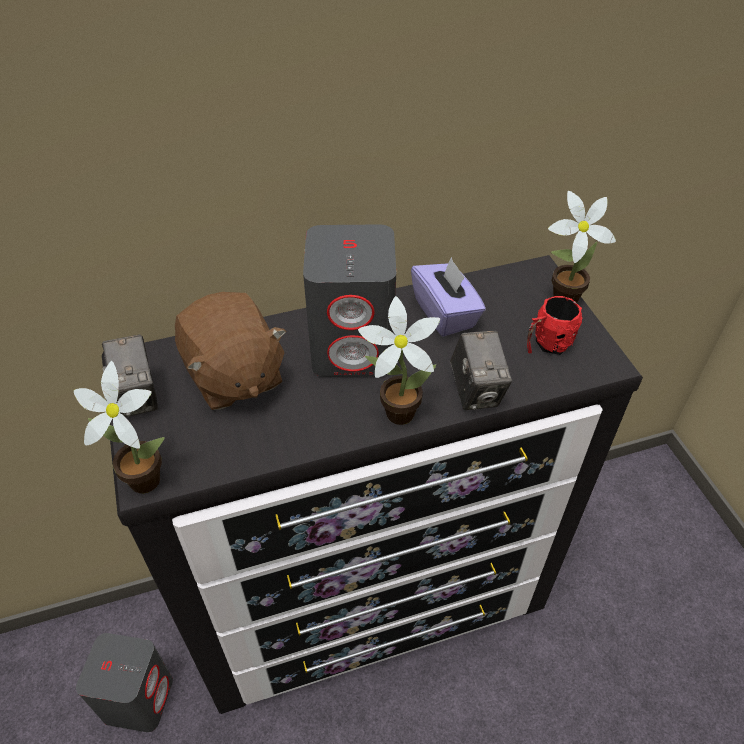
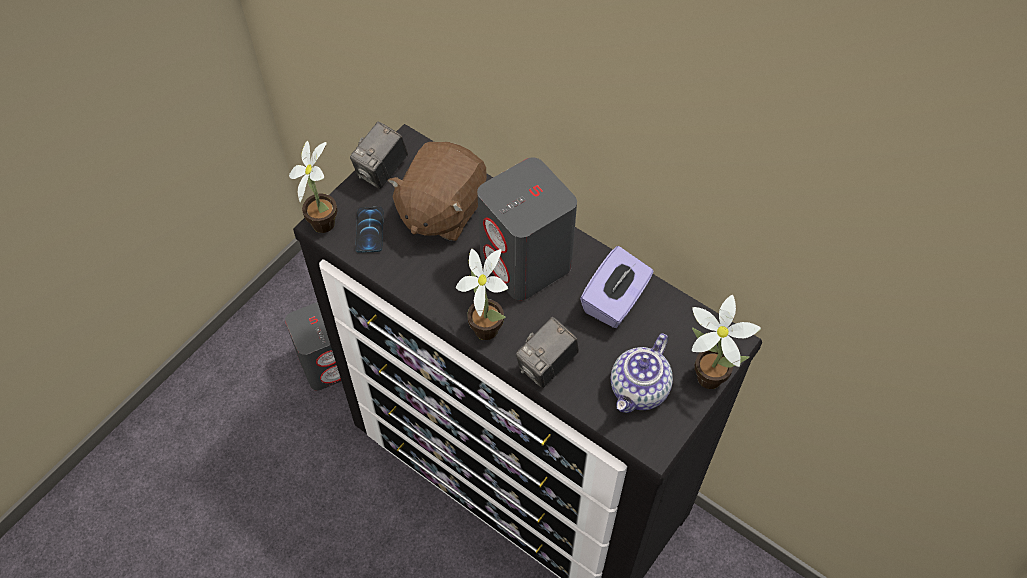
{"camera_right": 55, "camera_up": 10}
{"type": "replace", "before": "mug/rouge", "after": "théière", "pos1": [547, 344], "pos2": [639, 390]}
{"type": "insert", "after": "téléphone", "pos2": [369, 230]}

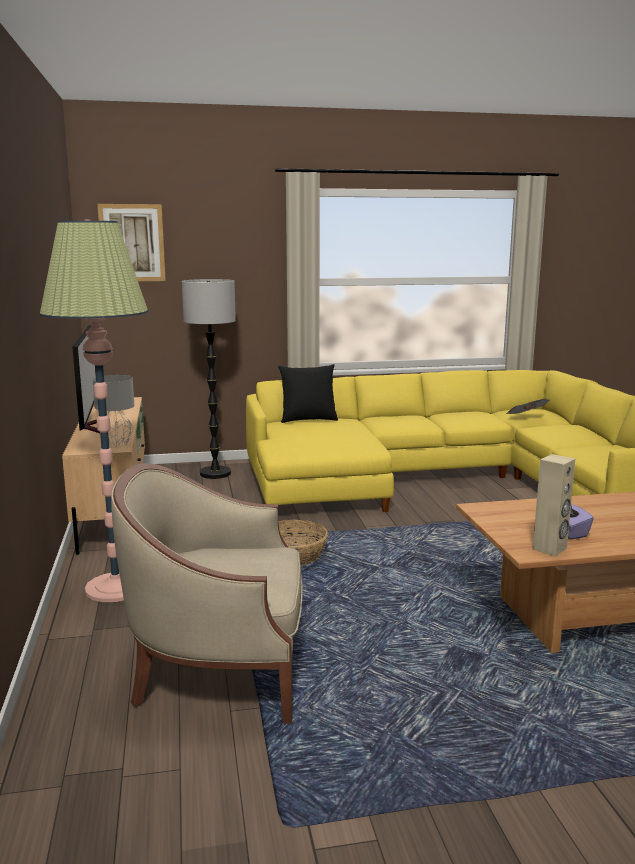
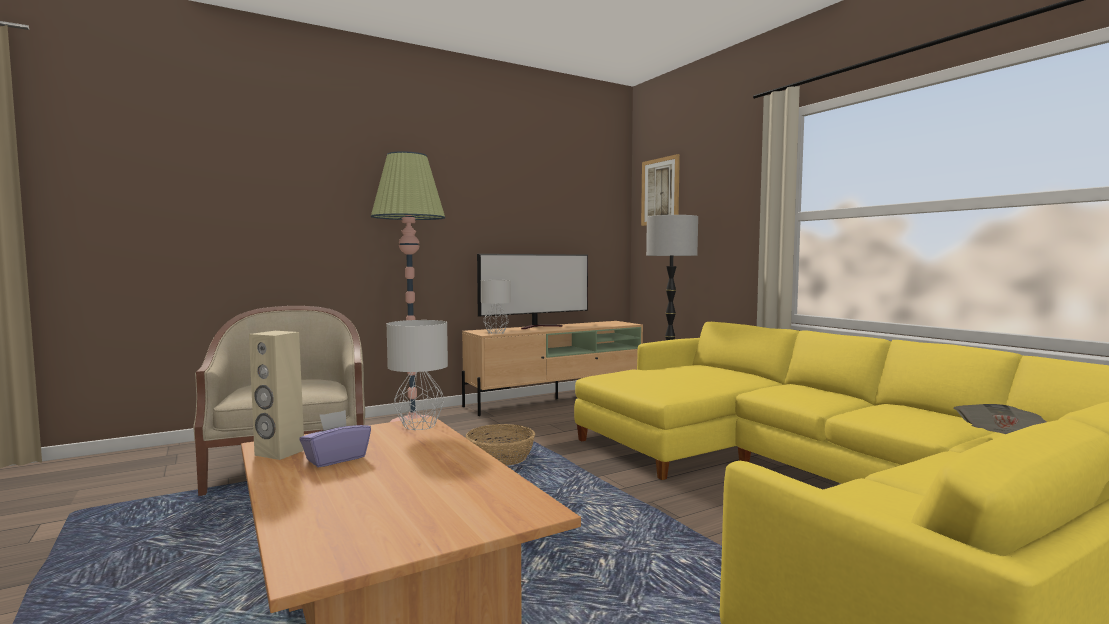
{"camera_right": 70, "camera_up": -10}
{"type": "delete", "before": "coussin/noir", "pos1": [308, 419]}
{"type": "insert", "after": "lampe de table/gris", "pos2": [420, 425]}

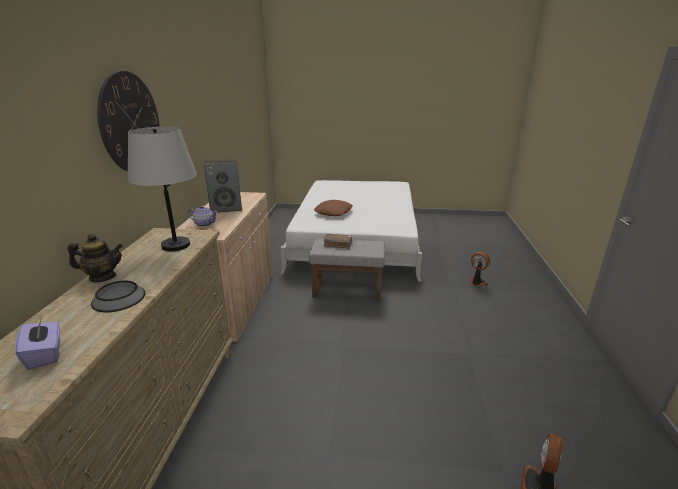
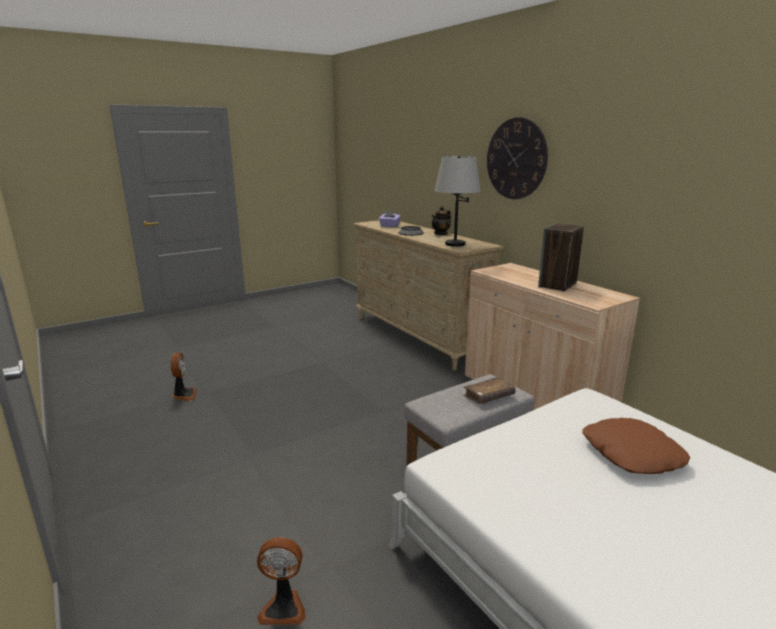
{"camera_right": 140, "camera_up": -5}
{"type": "delete", "before": "théière", "pos1": [204, 224]}

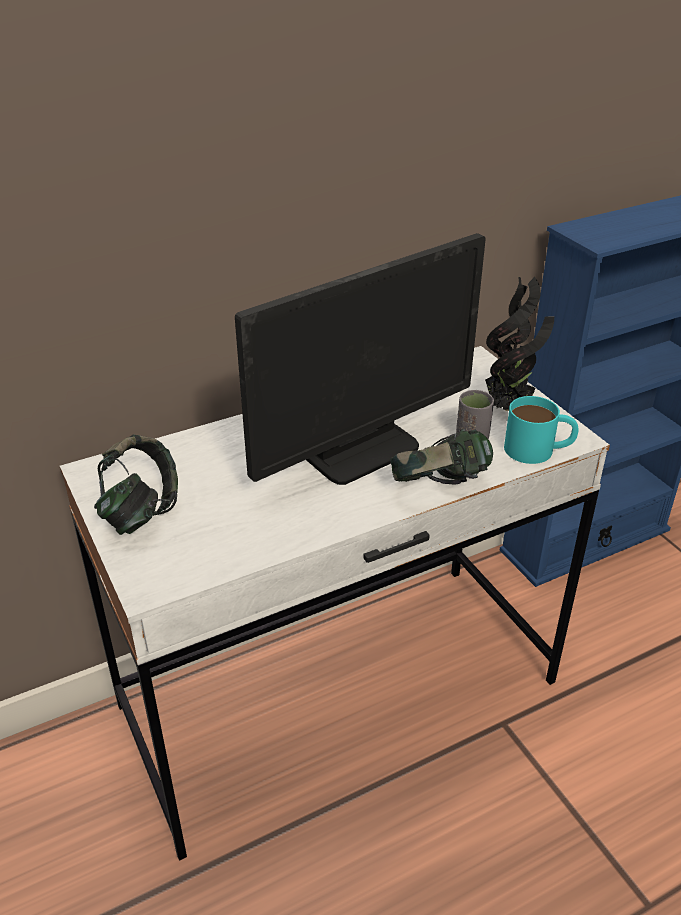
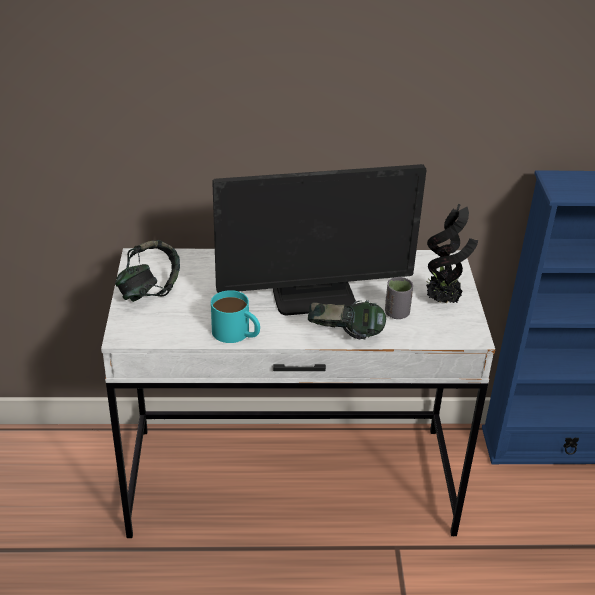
{"camera_right": 25, "camera_up": 0}
{"type": "move", "before": "mug/turquoise", "pos1": [538, 450], "pos2": [237, 334]}

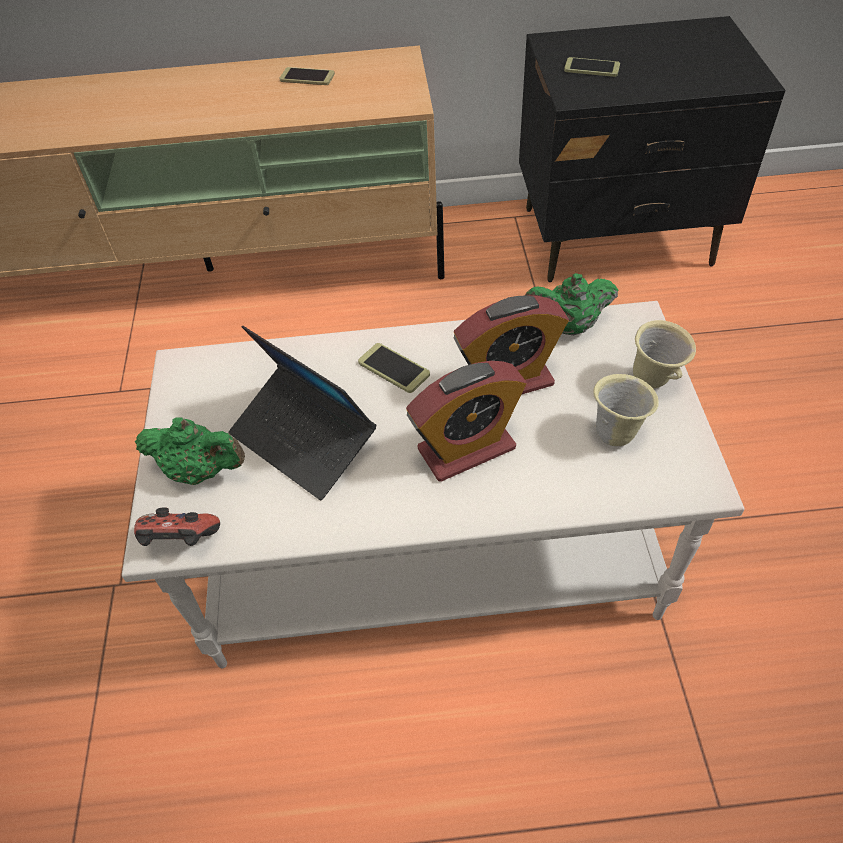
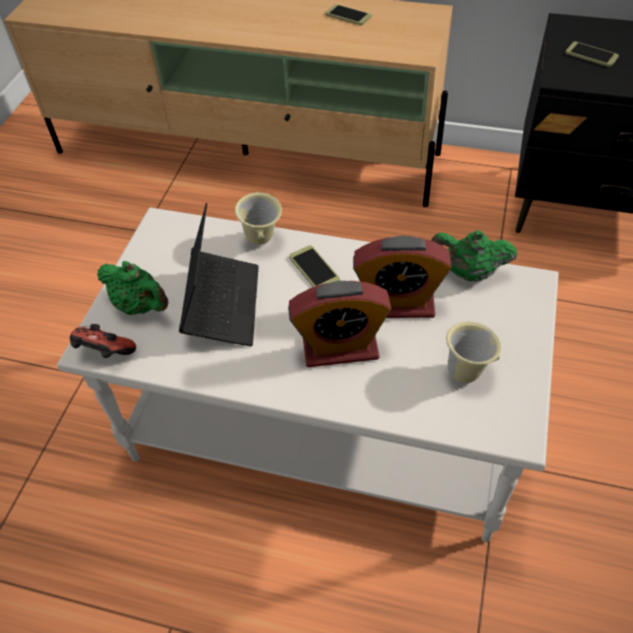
{"camera_right": 20, "camera_up": 0}
{"type": "move", "before": "mug/beige", "pos1": [654, 381], "pos2": [262, 240]}
{"type": "rotate", "before": "ordinateur portable", "pos1": [303, 440], "pos2": [222, 305], "turn": -150}

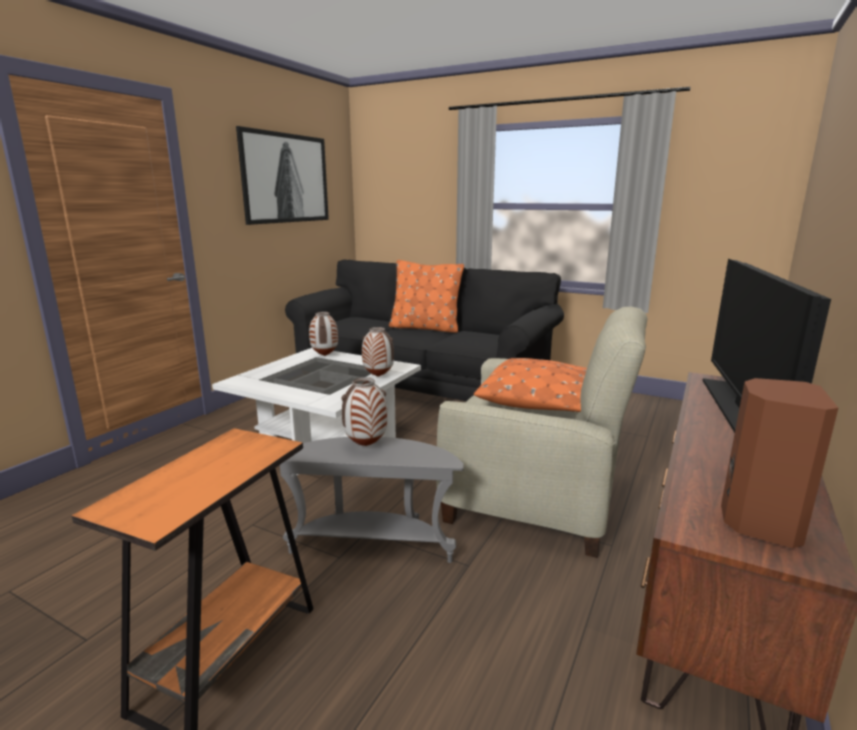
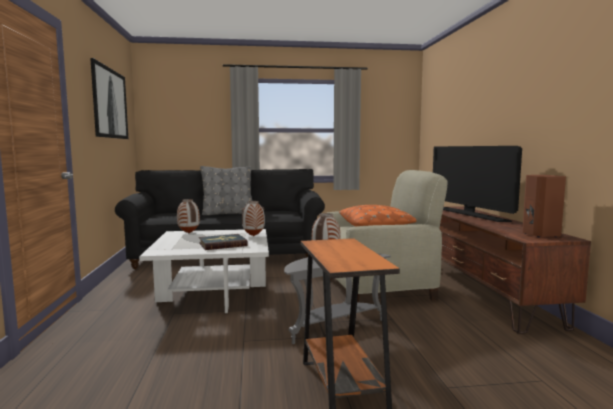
{"camera_right": -35, "camera_up": -10}
{"type": "recolor", "before": "coussin/orange", "after": "coussin/gris", "pos1": [425, 328], "pos2": [228, 213]}
{"type": "insert", "after": "livre", "pos2": [222, 244]}

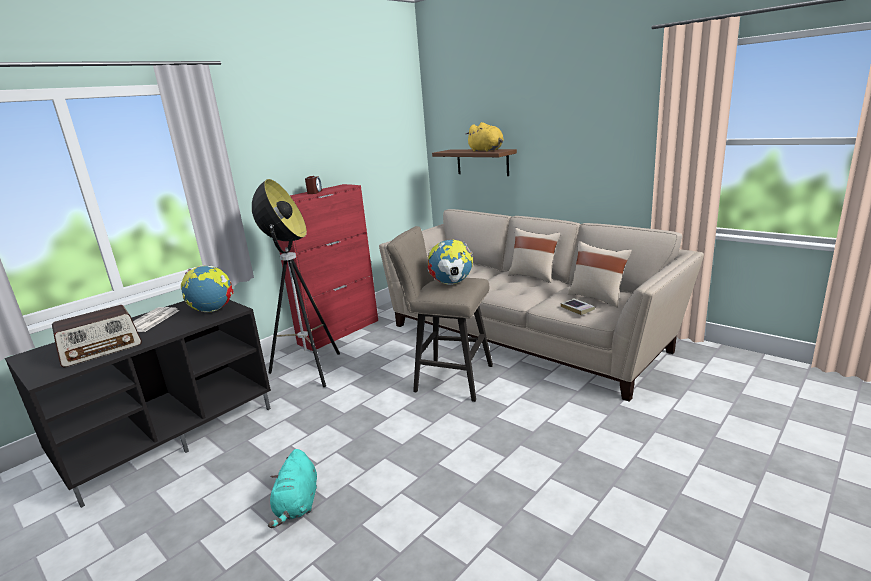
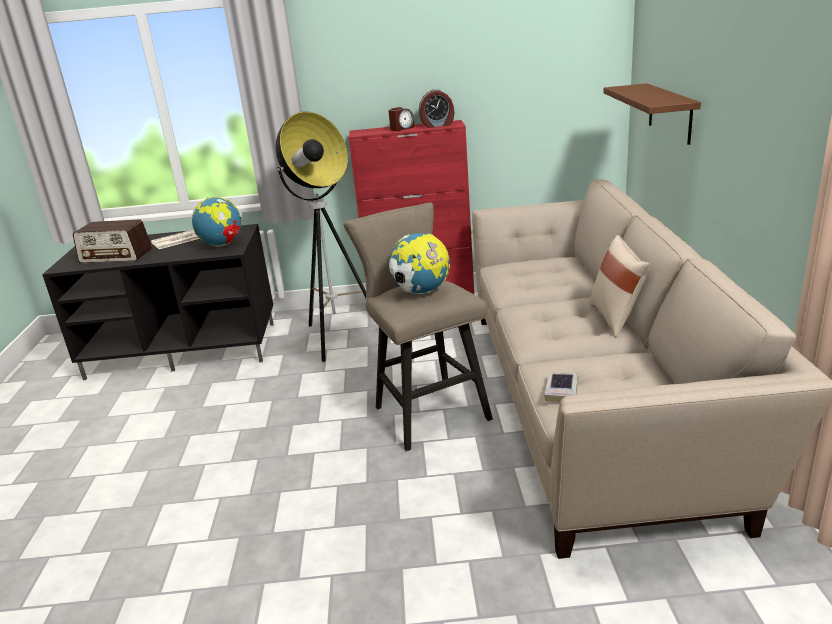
{"camera_right": 45, "camera_up": 5}
{"type": "delete", "before": "peluche/jaune", "pos1": [487, 150]}
{"type": "delete", "before": "coussin/beige", "pos1": [597, 298]}
{"type": "delete", "before": "peluche/turquoise", "pos1": [297, 505]}
{"type": "insert", "after": "réveil", "pos2": [437, 125]}

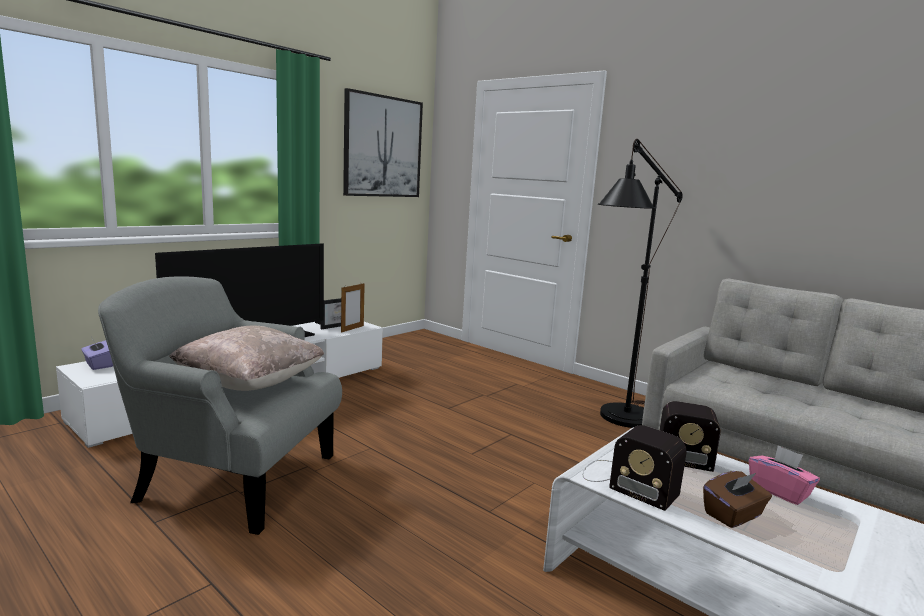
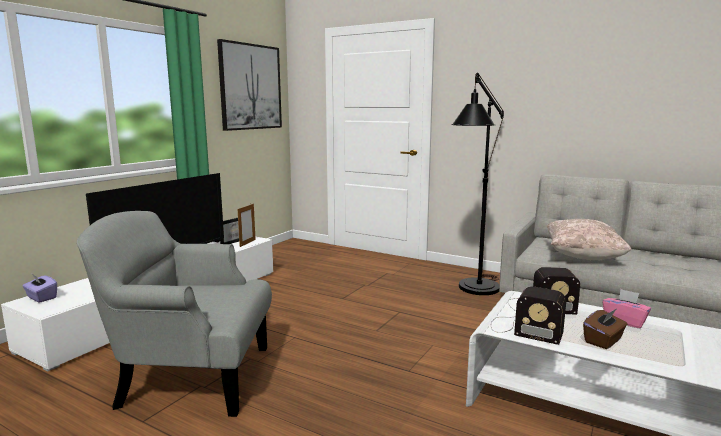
{"camera_right": -10, "camera_up": 0}
{"type": "move", "before": "coussin/beige", "pos1": [250, 383], "pos2": [583, 256]}

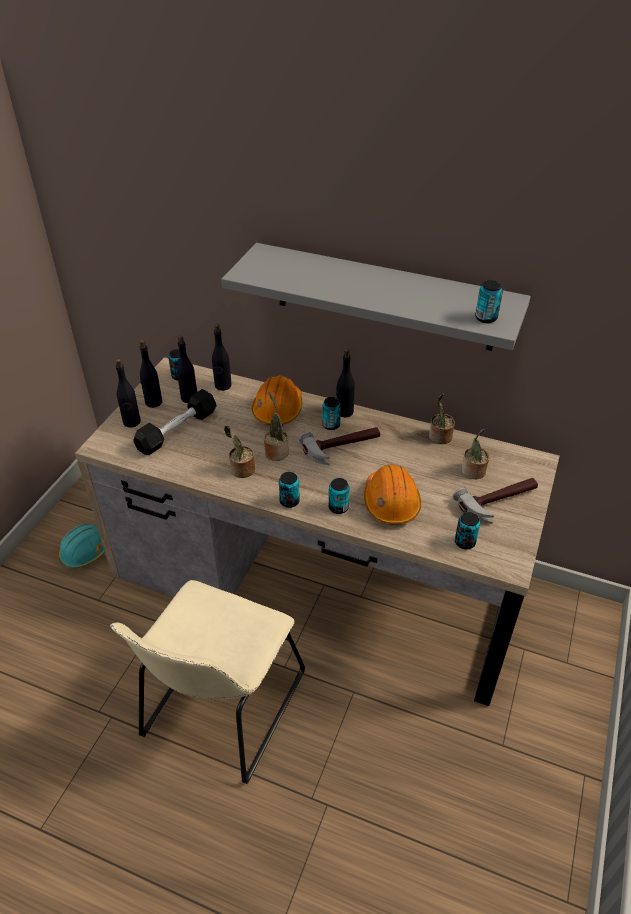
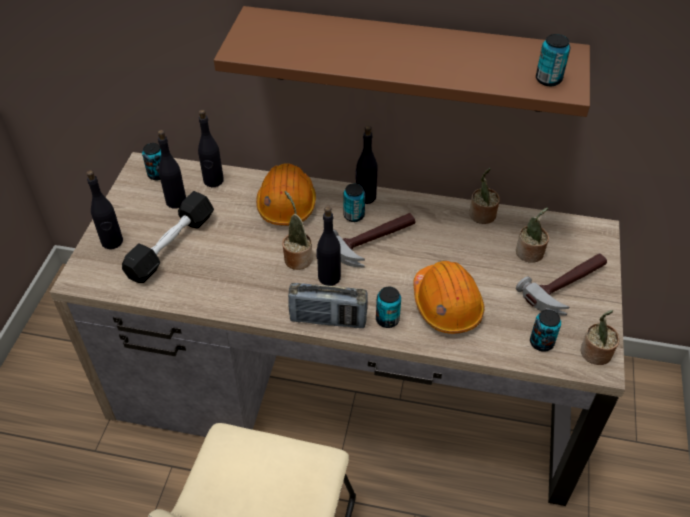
{"camera_right": -10, "camera_up": 5}
{"type": "recolor", "before": "étagère/gris", "after": "étagère/marron", "pos1": [384, 297], "pos2": [408, 60]}
{"type": "move", "before": "bouteille/noir", "pos1": [153, 402], "pos2": [329, 277]}
{"type": "move", "before": "plante en pot", "pos1": [241, 470], "pos2": [595, 353]}
{"type": "replace", "before": "boîte métallique", "after": "radio", "pos1": [289, 501], "pos2": [328, 320]}
{"type": "delete", "before": "casque de chantier/turquoise", "pos1": [87, 551]}

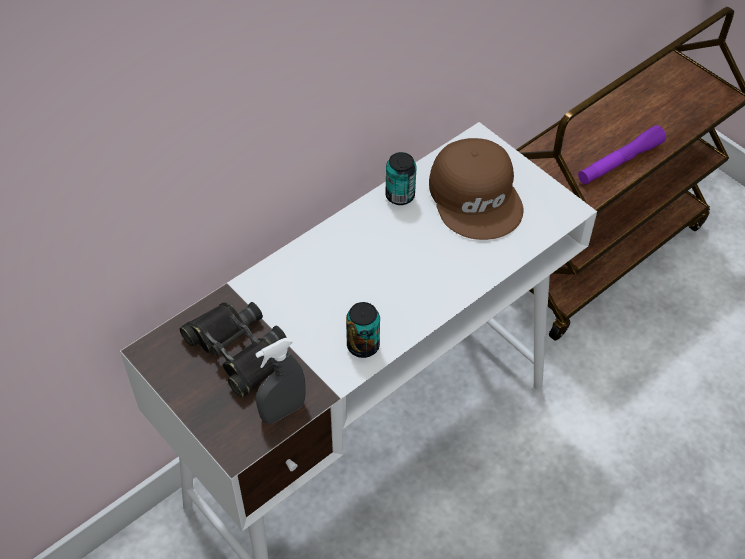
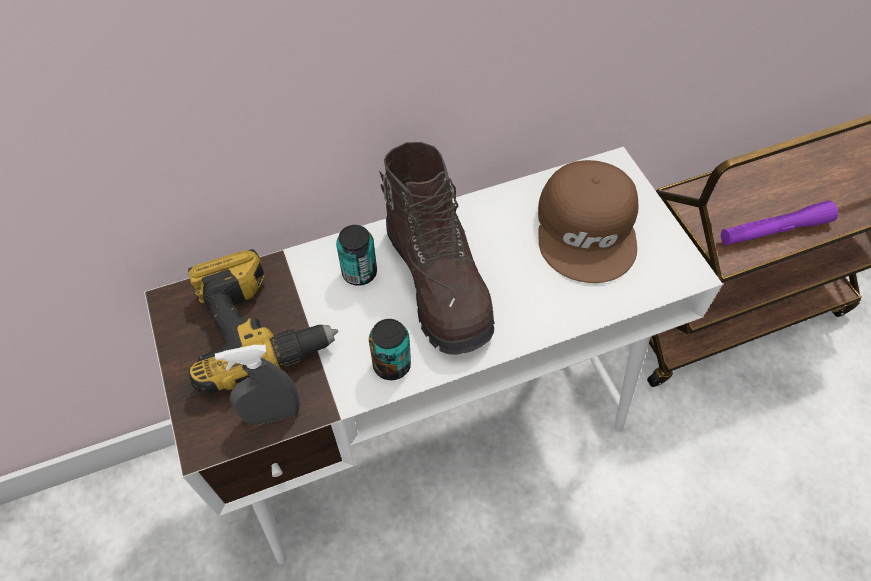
{"camera_right": 20, "camera_up": 5}
{"type": "move", "before": "boîte métallique", "pos1": [400, 196], "pos2": [359, 272]}
{"type": "replace", "before": "jumelles/noir", "after": "perceuse", "pos1": [237, 350], "pos2": [258, 328]}
{"type": "insert", "after": "botte/marron", "pos2": [439, 282]}

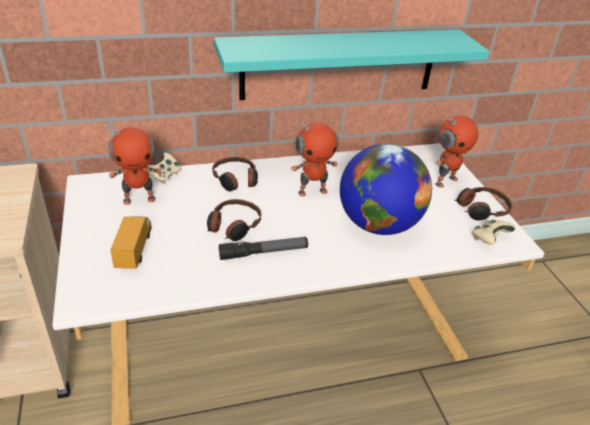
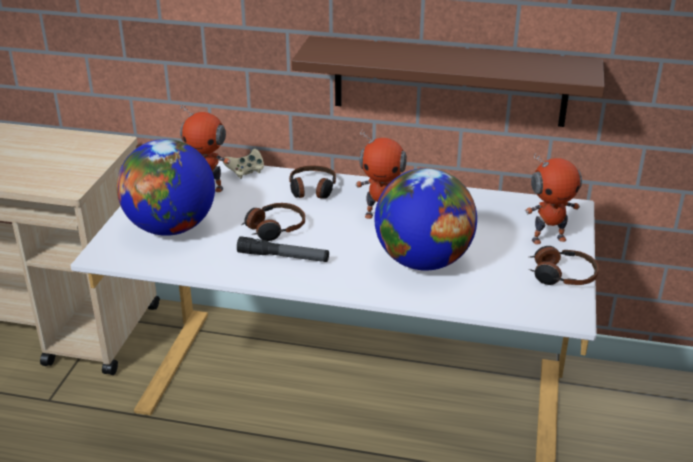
{"camera_right": 30, "camera_up": -5}
{"type": "recolor", "before": "étagère/turquoise", "after": "étagère/marron", "pos1": [340, 64], "pos2": [449, 81]}
{"type": "replace", "before": "camion jouet", "after": "globe", "pos1": [134, 251], "pos2": [171, 228]}
{"type": "delete", "before": "manette/beige", "pos1": [489, 239]}

